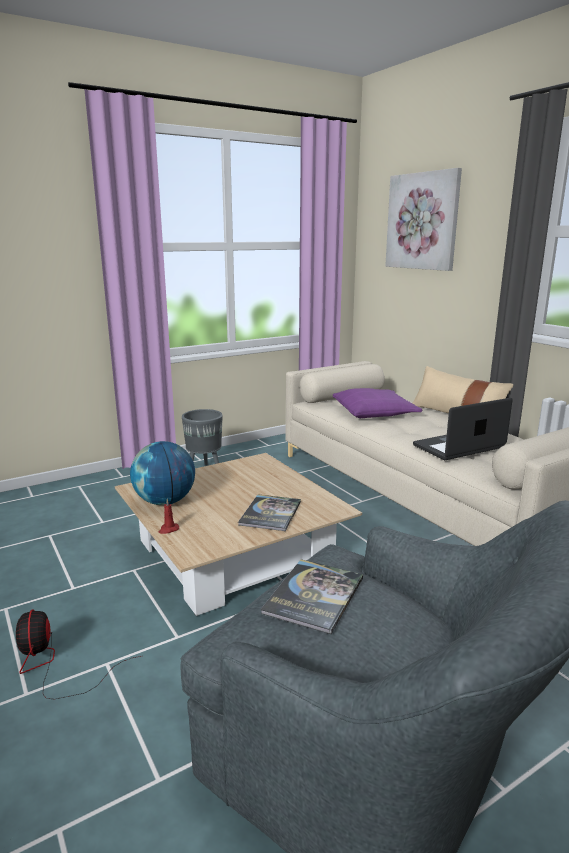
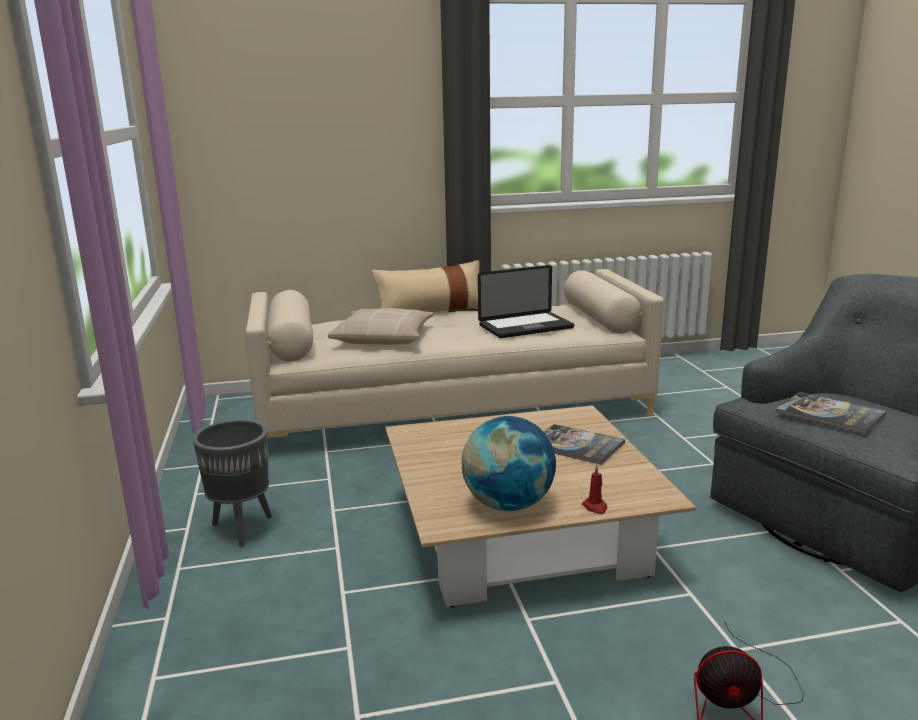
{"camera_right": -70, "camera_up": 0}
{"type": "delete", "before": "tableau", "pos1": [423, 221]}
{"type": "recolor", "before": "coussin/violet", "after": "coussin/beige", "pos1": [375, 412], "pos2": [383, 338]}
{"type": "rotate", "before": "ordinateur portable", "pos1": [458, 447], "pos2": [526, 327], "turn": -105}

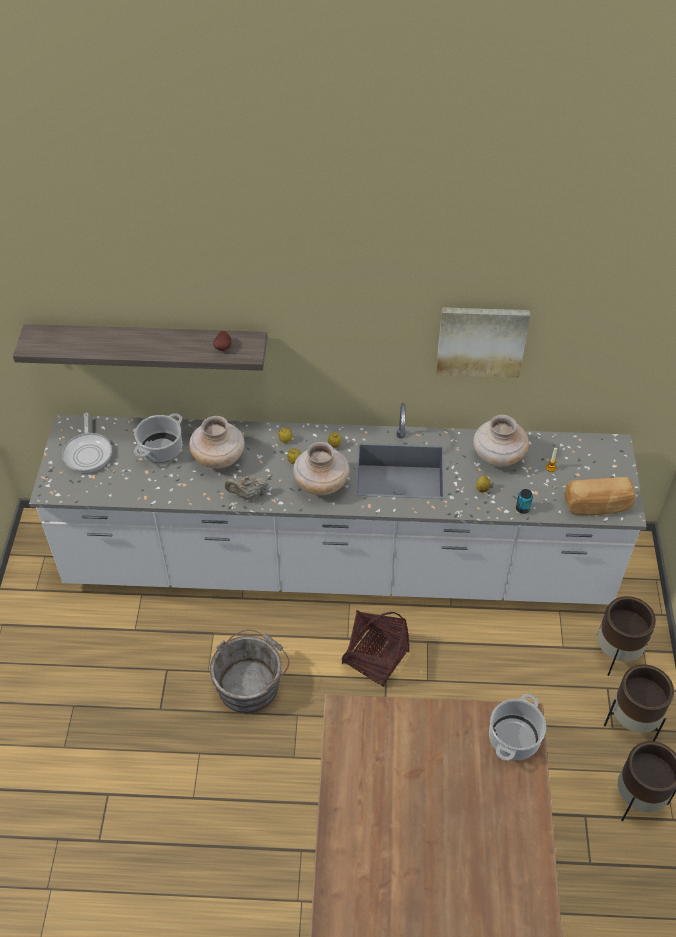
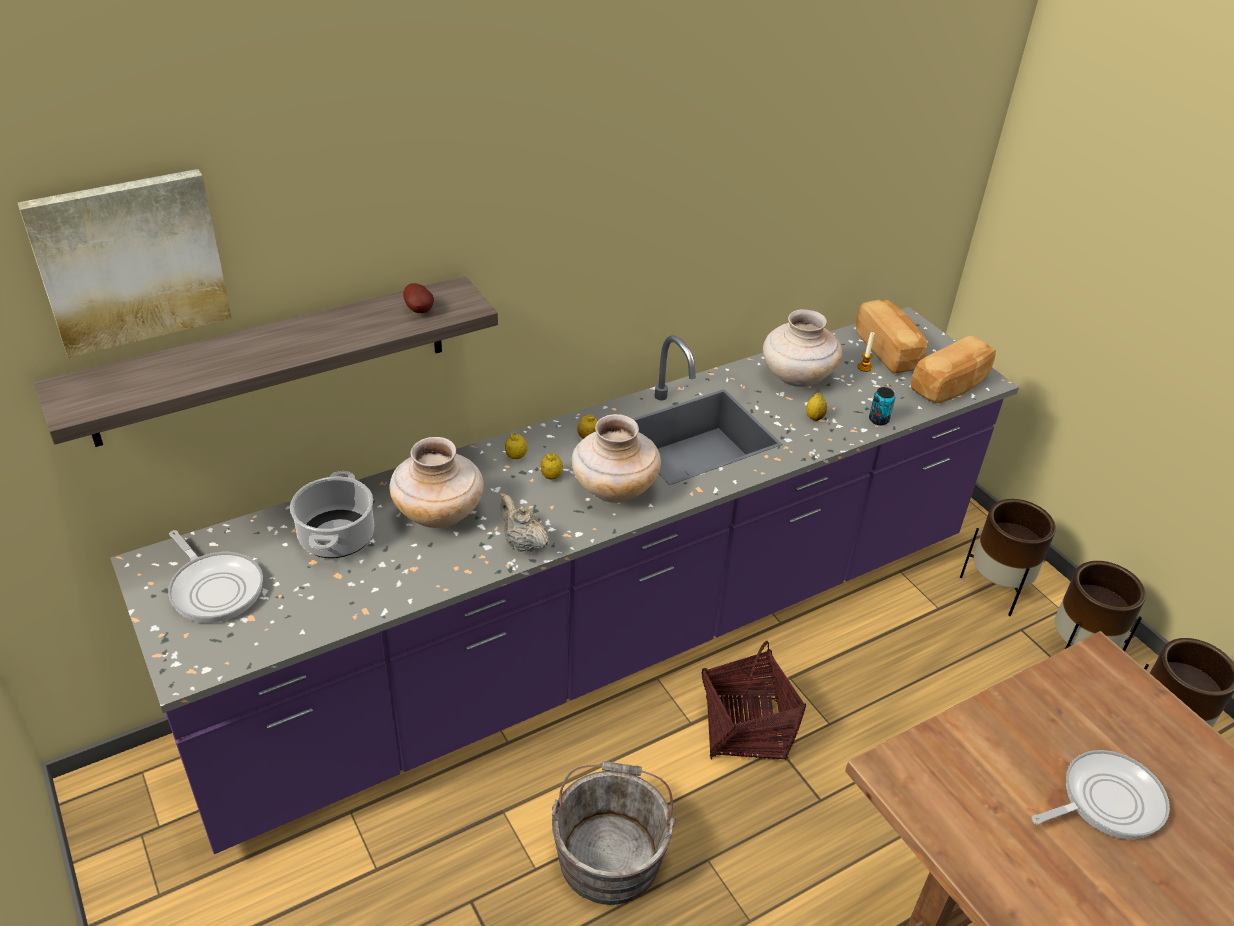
{"camera_right": -35, "camera_up": -10}
{"type": "move", "before": "tableau", "pos1": [481, 340], "pos2": [130, 261]}
{"type": "recolor", "before": "comptoir de cuisine/blanc", "after": "comptoir de cuisine/violet", "pos1": [338, 566], "pos2": [606, 640]}
{"type": "rotate", "before": "théière/beige", "pos1": [247, 495], "pos2": [522, 543], "turn": 90}
{"type": "delete", "before": "marmite", "pos1": [513, 737]}
{"type": "insert", "after": "pain", "pos2": [888, 351]}
{"type": "insert", "after": "poêle", "pos2": [1106, 801]}

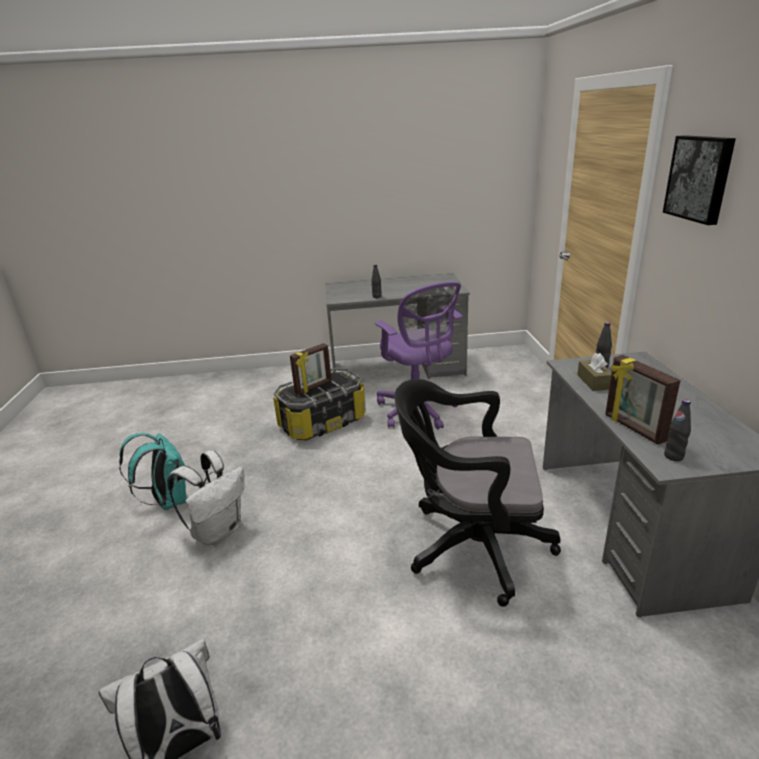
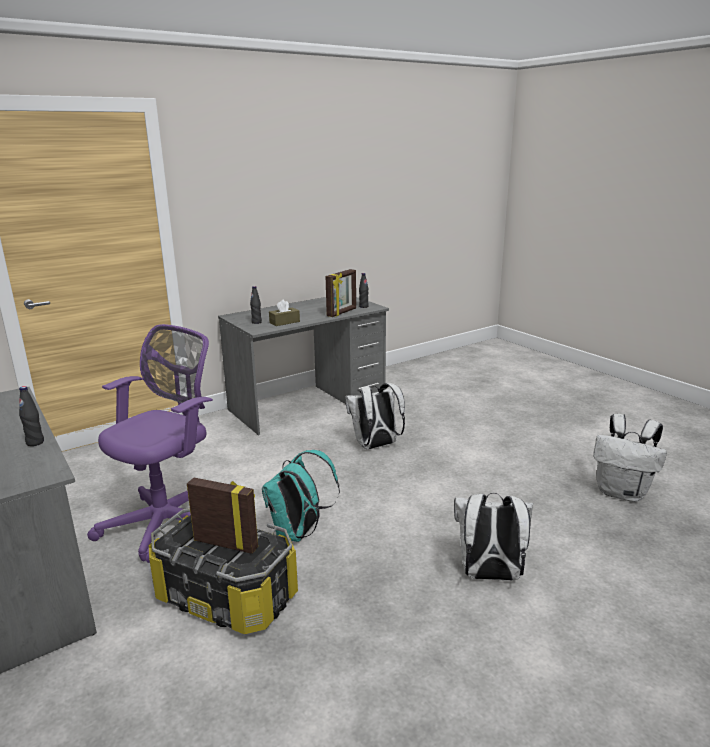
{"camera_right": -120, "camera_up": -5}
{"type": "delete", "before": "tableau", "pos1": [700, 178]}
{"type": "replace", "before": "chaise de bureau/noir", "after": "sac à dos/blanc", "pos1": [471, 546], "pos2": [375, 446]}
{"type": "move", "before": "sac à dos/turquoise", "pos1": [167, 501], "pos2": [299, 532]}

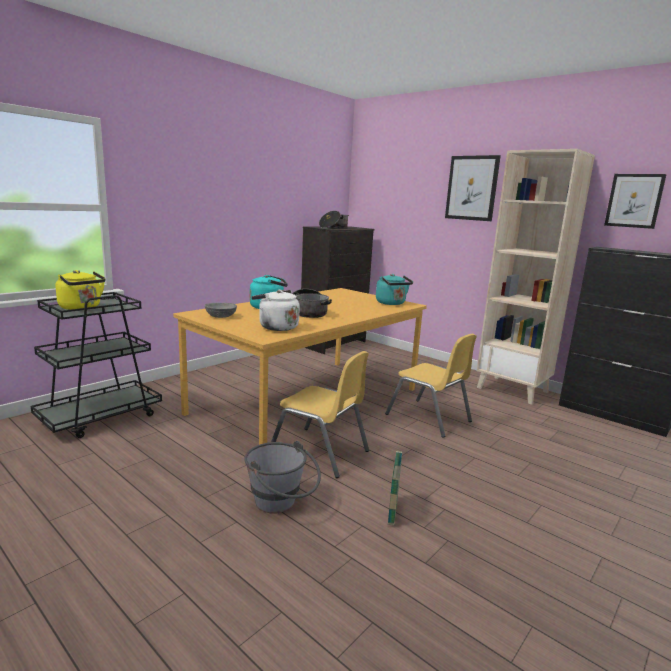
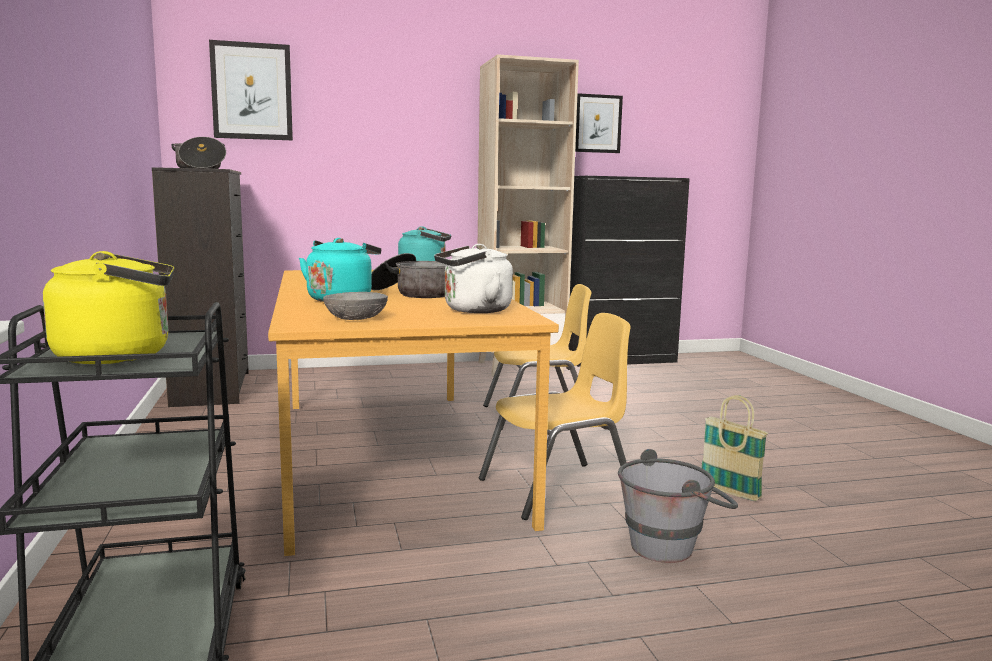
{"camera_right": -55, "camera_up": -5}
{"type": "move", "before": "tableau", "pos1": [472, 188], "pos2": [252, 91]}

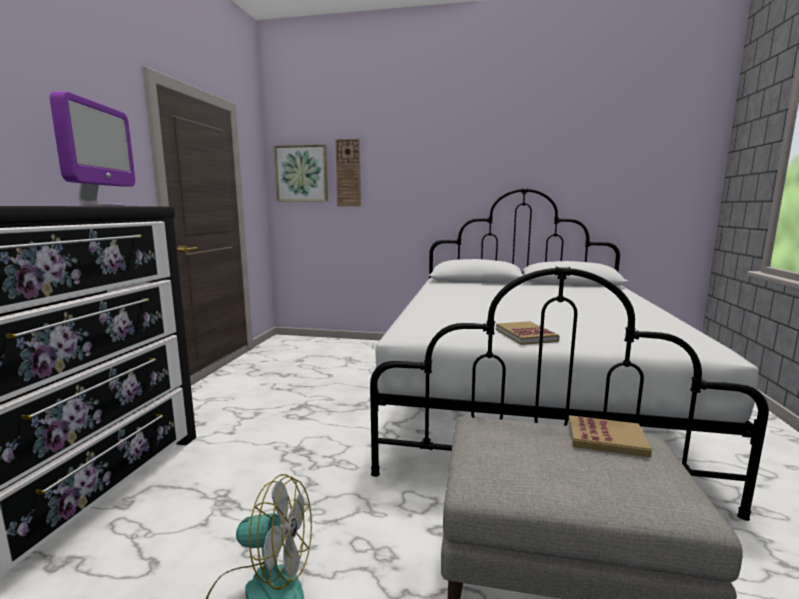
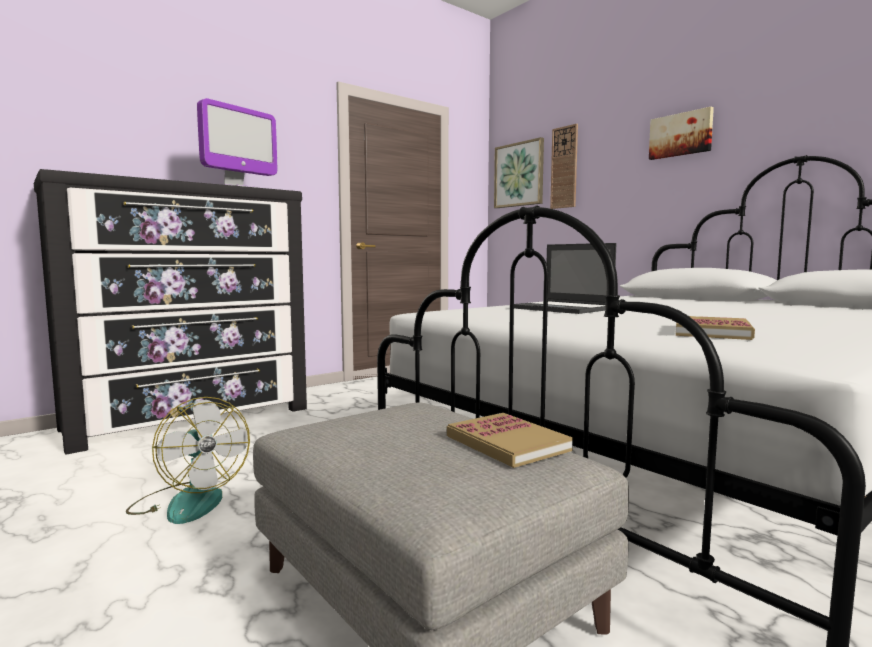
{"camera_right": 40, "camera_up": -5}
{"type": "move", "before": "livre", "pos1": [525, 335], "pos2": [712, 332]}
{"type": "insert", "after": "tableau", "pos2": [681, 135]}
{"type": "insert", "after": "ordinateur portable", "pos2": [563, 308]}

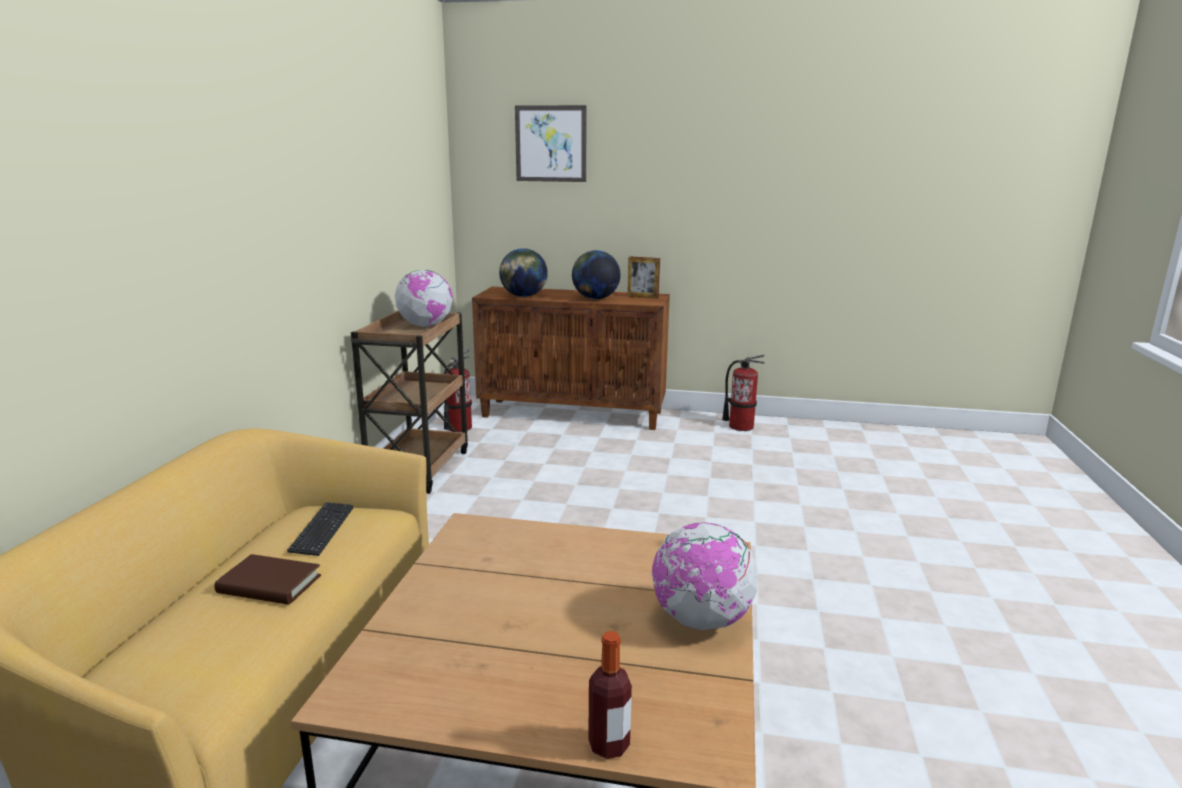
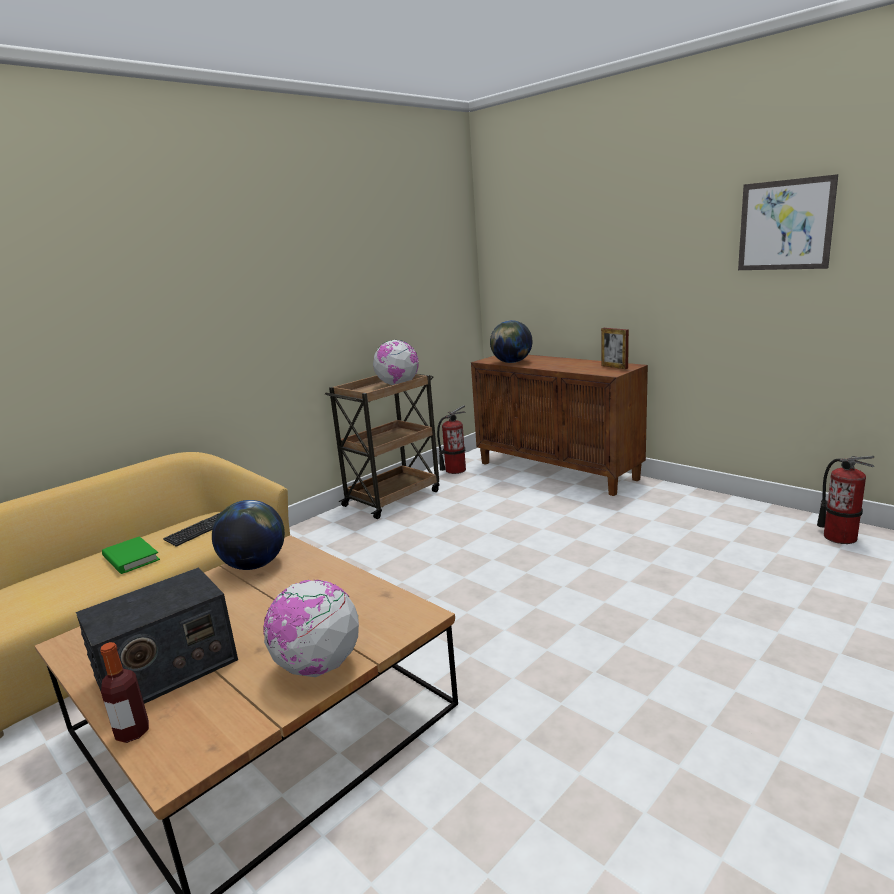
{"camera_right": 35, "camera_up": 0}
{"type": "move", "before": "tableau", "pos1": [550, 144], "pos2": [785, 225]}
{"type": "move", "before": "globe", "pos1": [595, 298], "pos2": [254, 565]}
{"type": "move", "before": "extincteur", "pos1": [741, 426], "pos2": [839, 537]}
{"type": "recolor", "before": "livre/marron", "after": "livre/vert", "pos1": [269, 584], "pos2": [131, 558]}
{"type": "insert", "after": "radio", "pos2": [166, 670]}

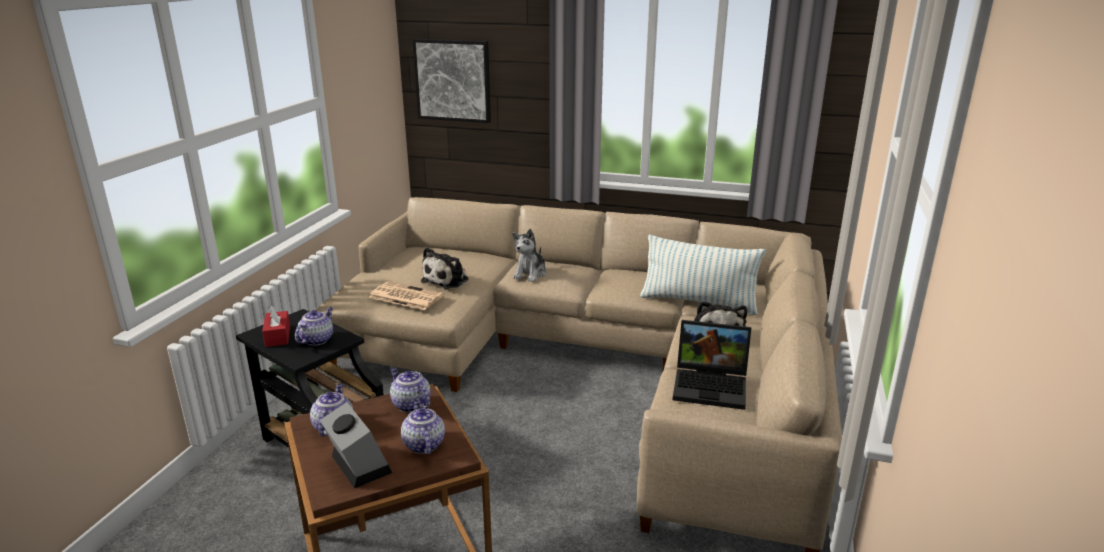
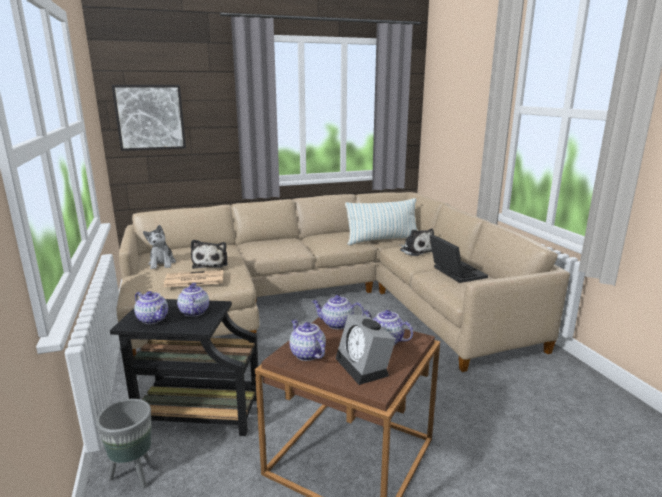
{"camera_right": -35, "camera_up": -5}
{"type": "move", "before": "peluche", "pos1": [530, 274], "pos2": [162, 263]}
{"type": "replace", "before": "boîte à mouchoirs/rouge", "after": "théière", "pos1": [277, 336], "pos2": [153, 319]}
{"type": "rotate", "before": "ordinateur portable", "pos1": [712, 386], "pos2": [454, 272], "turn": -90}
{"type": "rotate", "before": "réveil", "pos1": [357, 464], "pos2": [365, 367], "turn": -135}
{"type": "insert", "after": "cache-pot/gris", "pos2": [134, 474]}

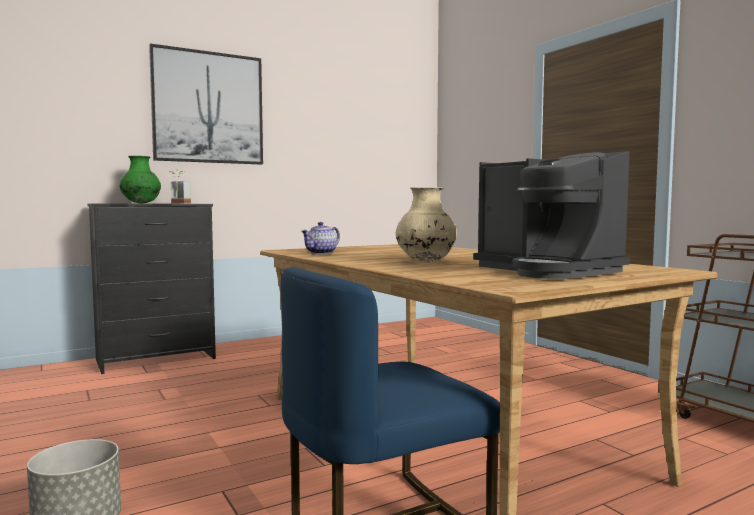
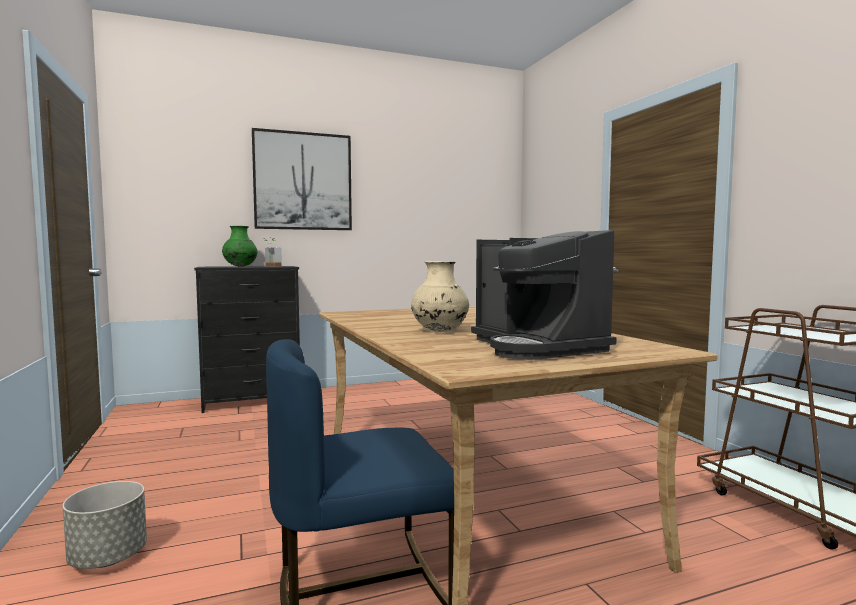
{"camera_right": 10, "camera_up": 0}
{"type": "delete", "before": "théière", "pos1": [321, 253]}

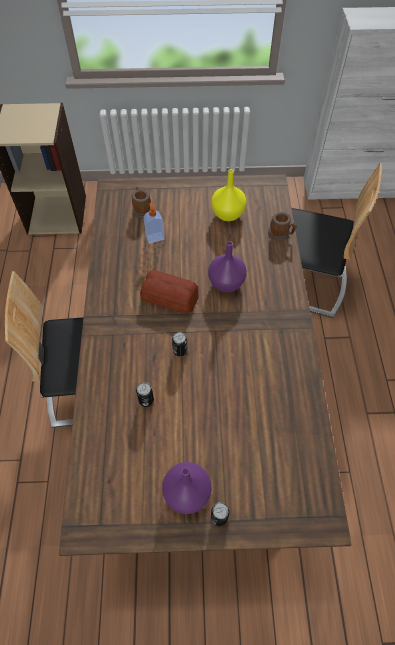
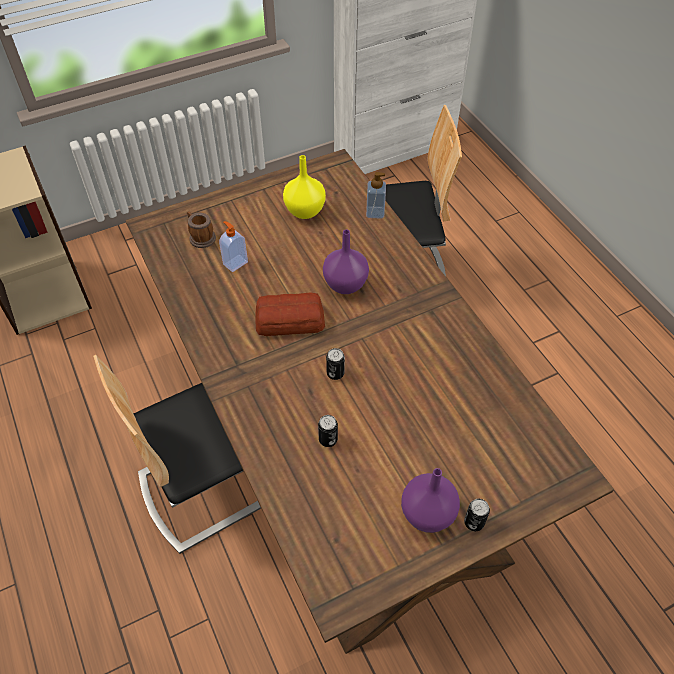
{"camera_right": -25, "camera_up": -5}
{"type": "replace", "before": "mug", "after": "distributeur de savon", "pos1": [281, 234], "pos2": [375, 212]}

